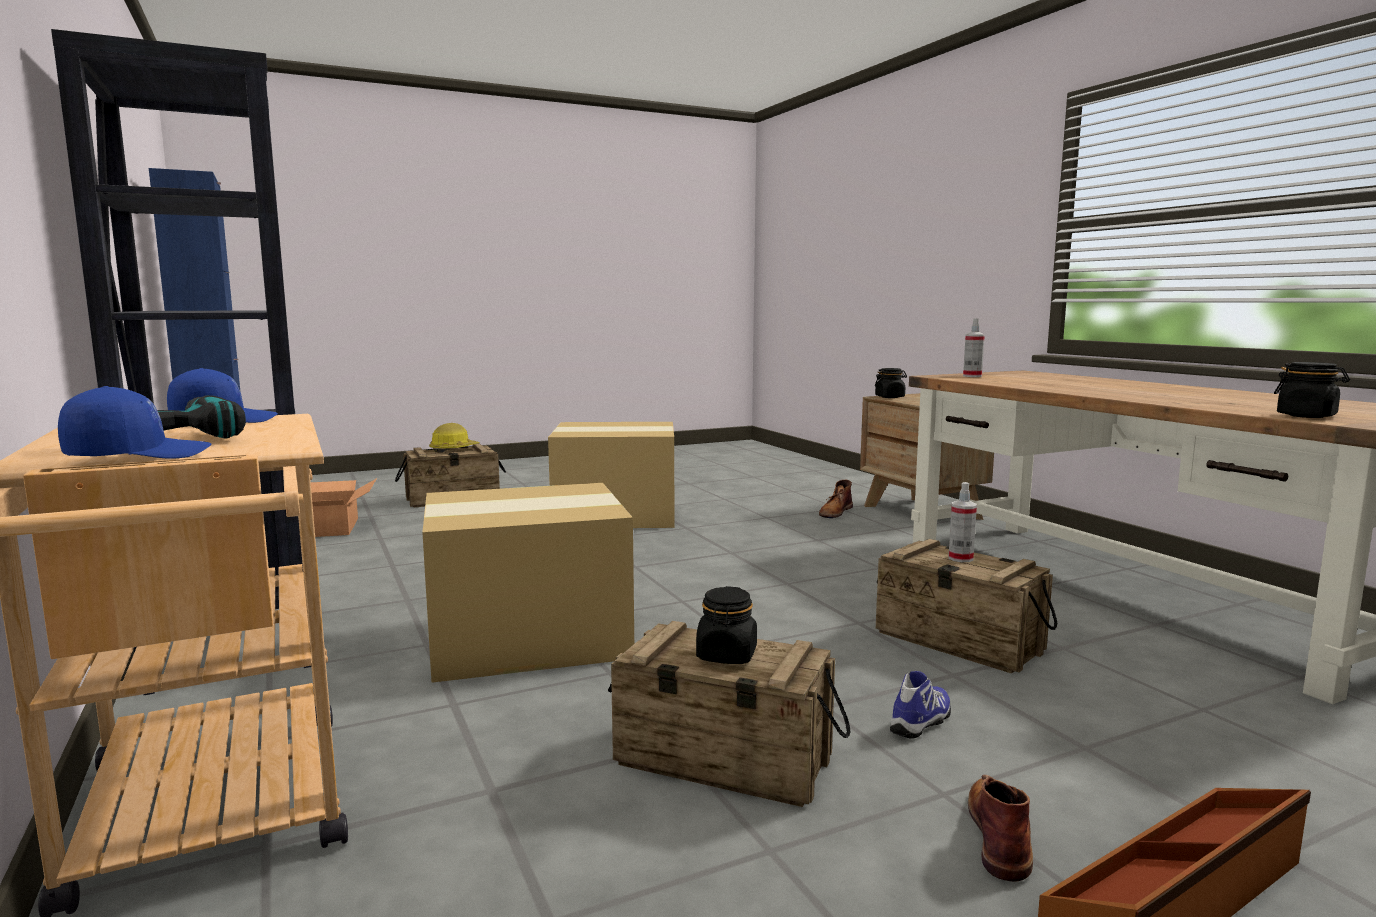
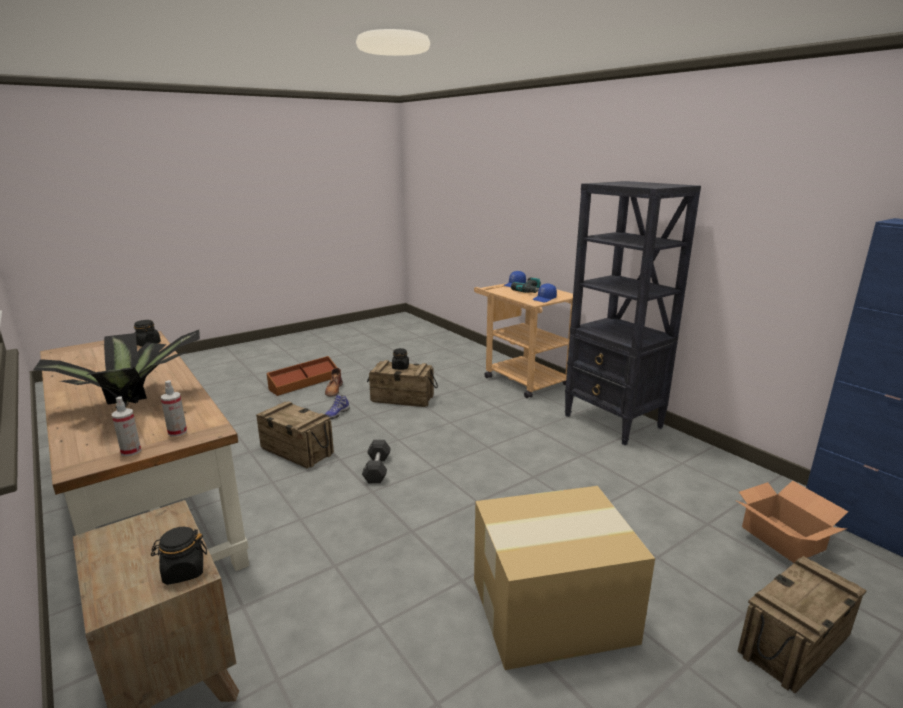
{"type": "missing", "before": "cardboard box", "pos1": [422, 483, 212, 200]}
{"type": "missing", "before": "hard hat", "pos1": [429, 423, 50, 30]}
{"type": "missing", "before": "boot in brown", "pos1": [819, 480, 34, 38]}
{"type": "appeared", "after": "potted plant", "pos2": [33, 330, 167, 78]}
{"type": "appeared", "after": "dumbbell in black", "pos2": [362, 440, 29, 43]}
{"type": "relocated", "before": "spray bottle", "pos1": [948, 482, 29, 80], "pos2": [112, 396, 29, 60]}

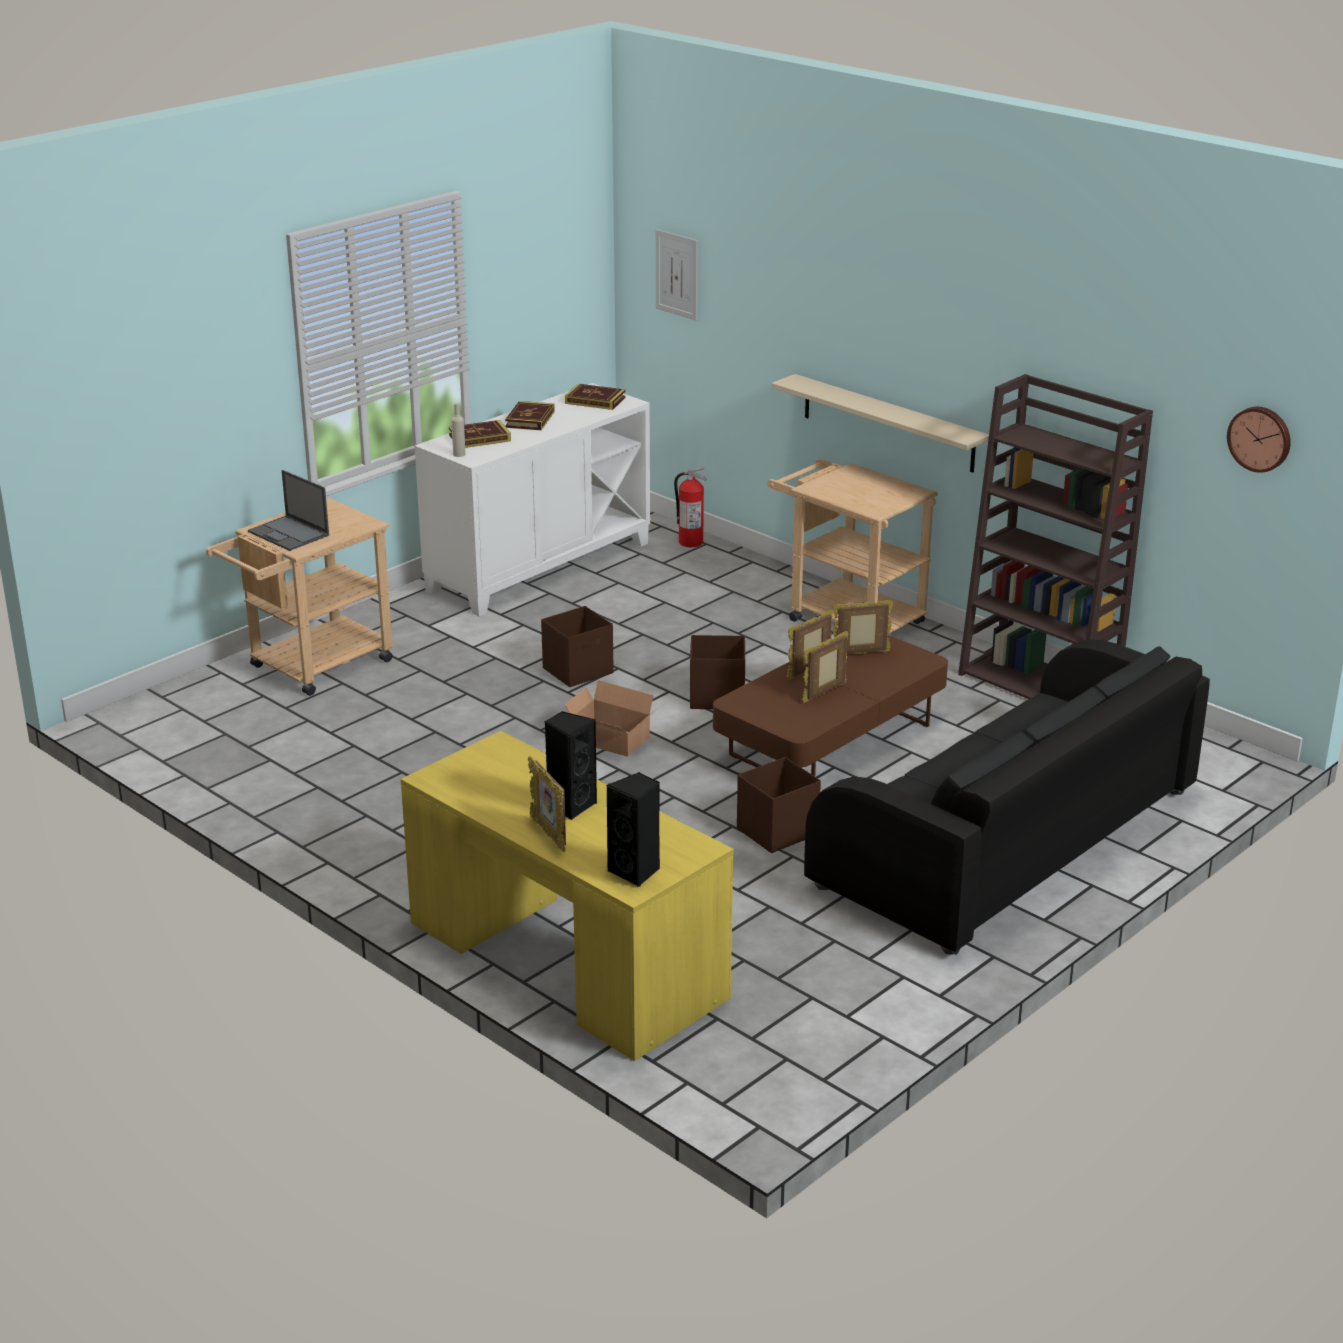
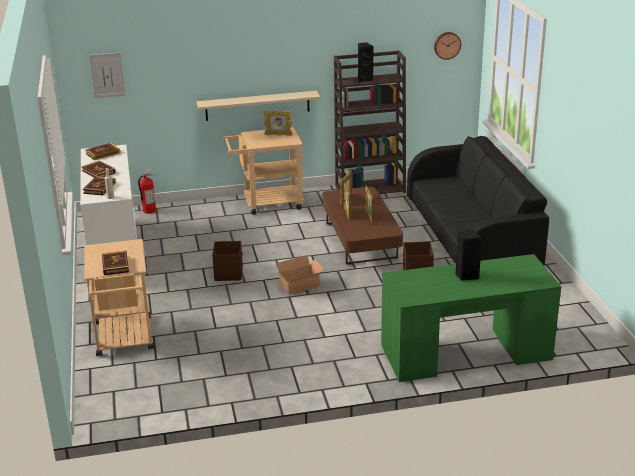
{"type": "missing", "before": "storage box in brown", "pos1": [690, 635, 55, 74]}
{"type": "relocated", "before": "picture frame", "pos1": [528, 756, 38, 96], "pos2": [263, 111, 29, 25]}
{"type": "relocated", "before": "speaker in black", "pos1": [606, 772, 54, 115], "pos2": [358, 42, 16, 40]}
{"type": "exchanged", "before": "laptop", "after": "book", "pos1": [248, 470, 81, 81], "pos2": [102, 251, 27, 24]}
{"type": "colour", "before": "desk in yellow", "after": "desk in green", "pos1": [400, 731, 334, 330], "pos2": [381, 254, 180, 128]}

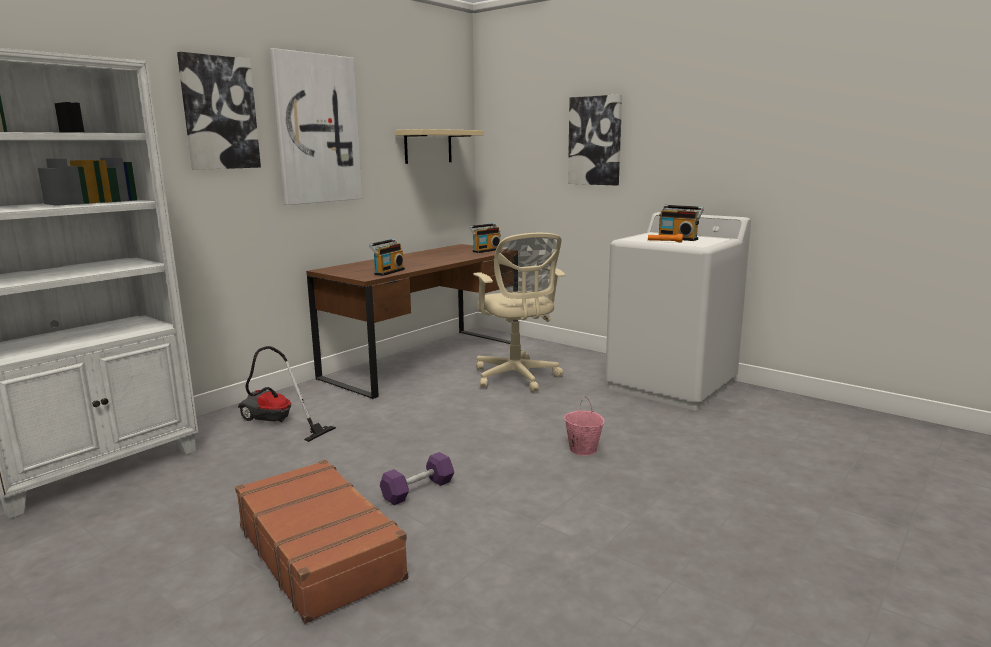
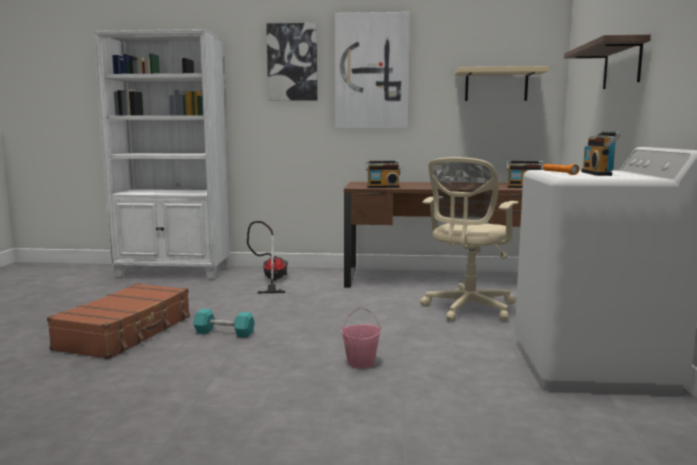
{"type": "exchanged", "before": "picture", "after": "shelf", "pos1": [568, 94, 54, 91], "pos2": [564, 35, 87, 54]}
{"type": "colour", "before": "dumbbell in purple", "after": "dumbbell in turquoise", "pos1": [380, 452, 74, 53], "pos2": [193, 309, 62, 29]}

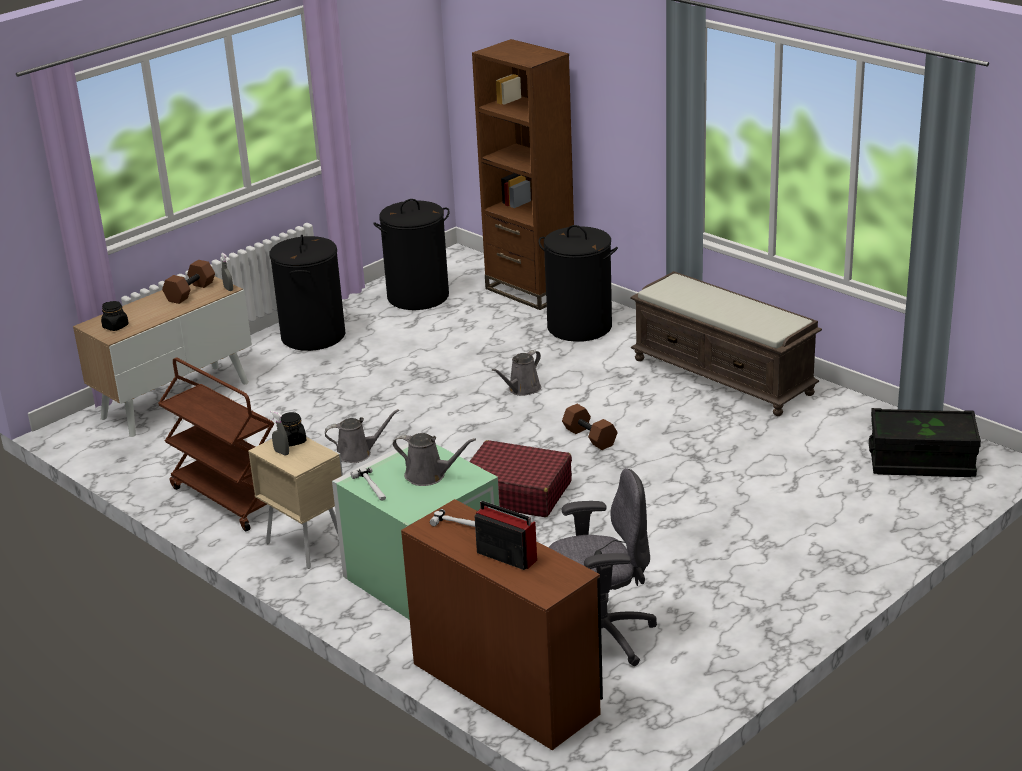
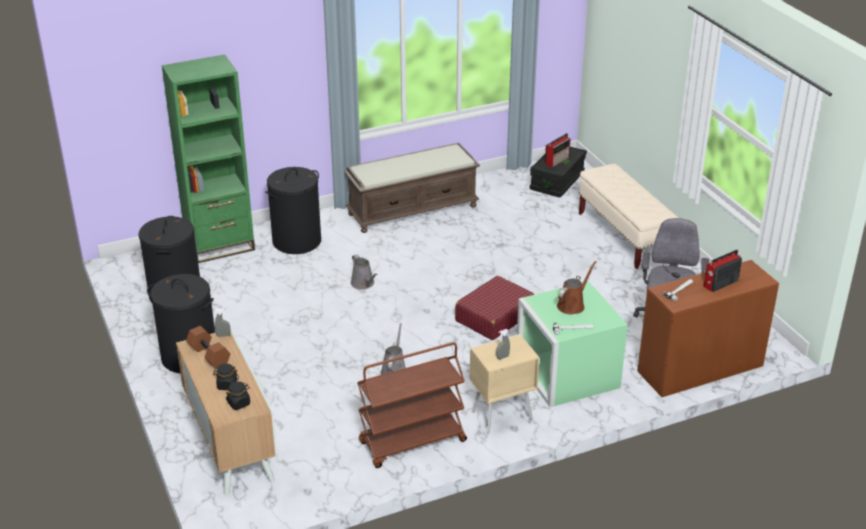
{"type": "missing", "before": "dumbbell in brown", "pos1": [562, 404, 56, 46]}
{"type": "appeared", "after": "radio", "pos2": [545, 133, 26, 34]}
{"type": "appeared", "after": "bench in beige", "pos2": [579, 164, 99, 105]}
{"type": "relocated", "before": "jar in black", "pos1": [281, 412, 26, 34], "pos2": [213, 363, 26, 27]}
{"type": "colour", "before": "watering can in grey", "after": "watering can in brown", "pos1": [393, 433, 83, 53], "pos2": [557, 261, 39, 53]}
{"type": "colour", "before": "bookcase in brown", "after": "bookcase in green", "pos1": [472, 39, 102, 271], "pos2": [162, 55, 93, 208]}

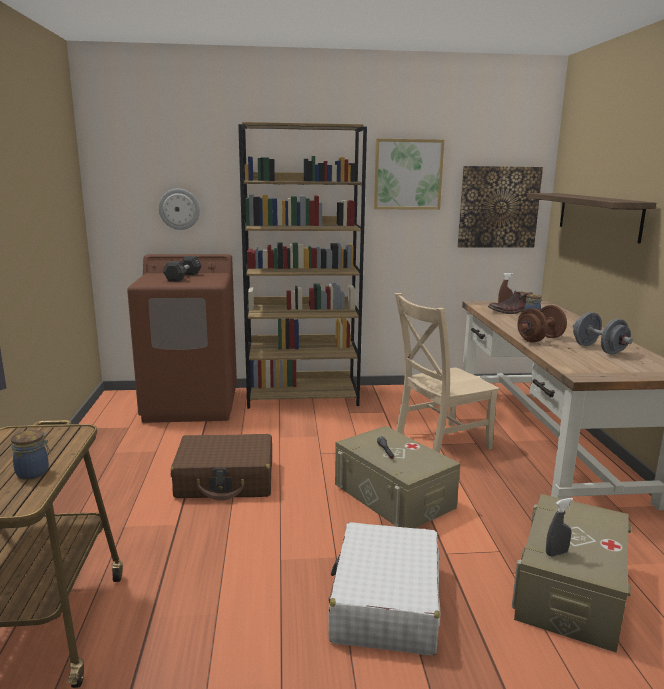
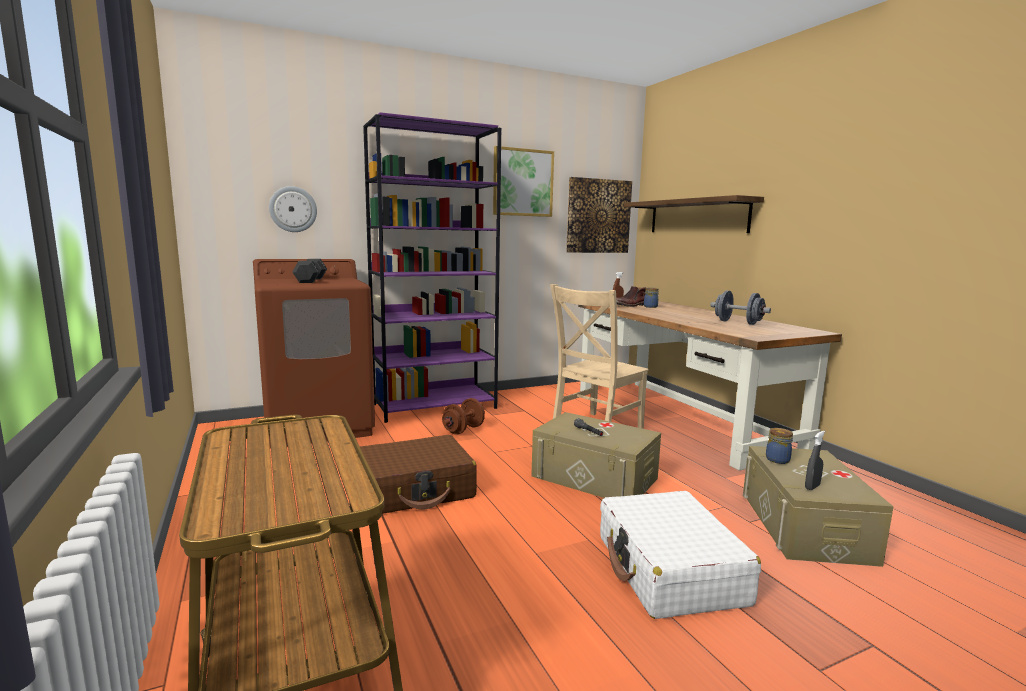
{"type": "relocated", "before": "jar", "pos1": [11, 430, 39, 50], "pos2": [766, 428, 27, 36]}
{"type": "relocated", "before": "dumbbell in brown", "pos1": [517, 305, 50, 37], "pos2": [442, 398, 43, 37]}
{"type": "colour", "before": "bookcase in brown", "after": "bookcase in purple", "pos1": [238, 122, 129, 287], "pos2": [363, 112, 138, 311]}

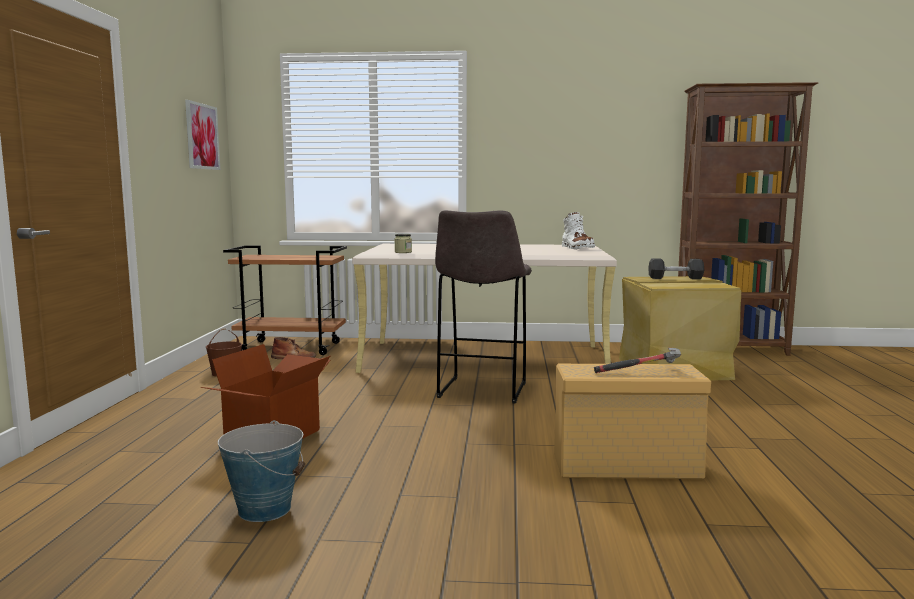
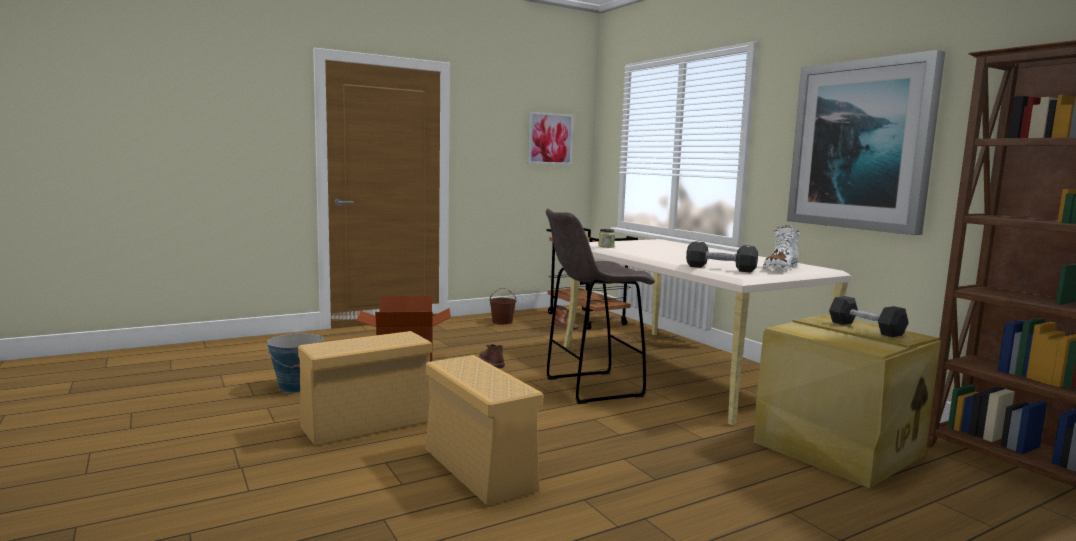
{"type": "missing", "before": "hammer", "pos1": [594, 348, 87, 25]}
{"type": "appeared", "after": "storage box in beige", "pos2": [298, 331, 134, 115]}
{"type": "appeared", "after": "boot in brown", "pos2": [479, 344, 26, 25]}
{"type": "appeared", "after": "dumbbell in black", "pos2": [686, 241, 72, 32]}
{"type": "appeared", "after": "picture", "pos2": [787, 50, 158, 185]}

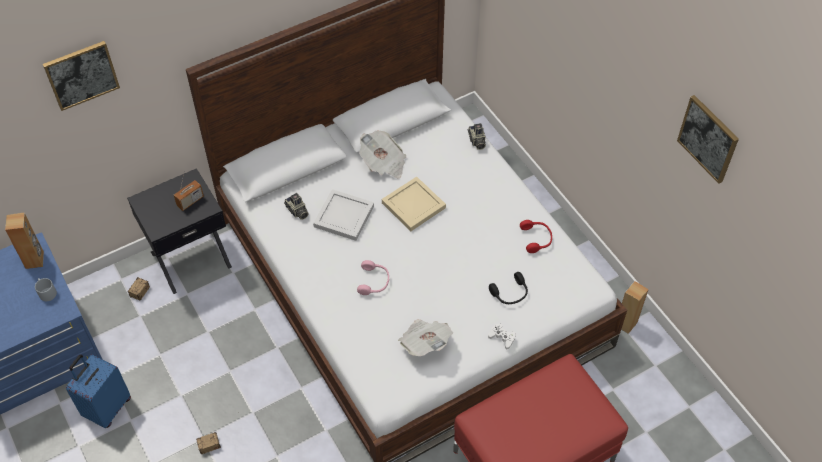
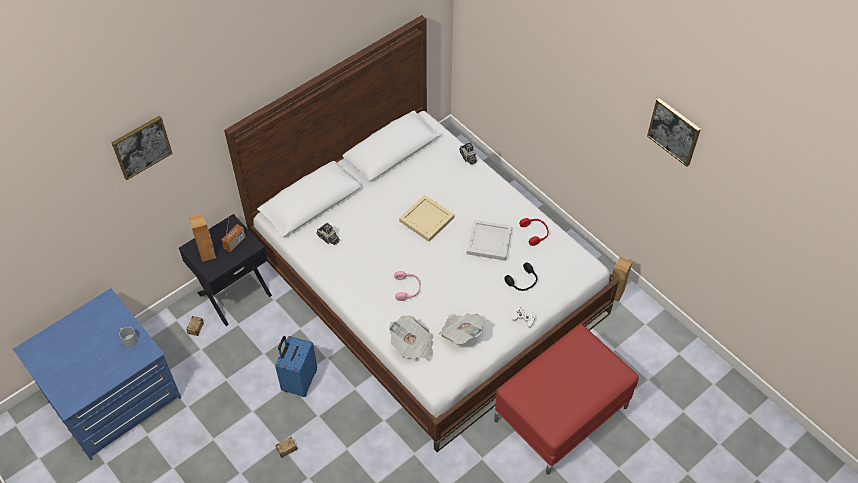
{"type": "relocated", "before": "speaker in brown", "pos1": [5, 212, 39, 57], "pos2": [189, 213, 27, 49]}
{"type": "relocated", "before": "suitcase in blue", "pos1": [66, 354, 65, 74], "pos2": [275, 336, 42, 61]}
{"type": "relocated", "before": "tray in white", "pos1": [313, 189, 61, 52], "pos2": [467, 220, 45, 41]}
{"type": "relocated", "before": "newspaper", "pos1": [359, 131, 48, 47], "pos2": [389, 316, 44, 44]}

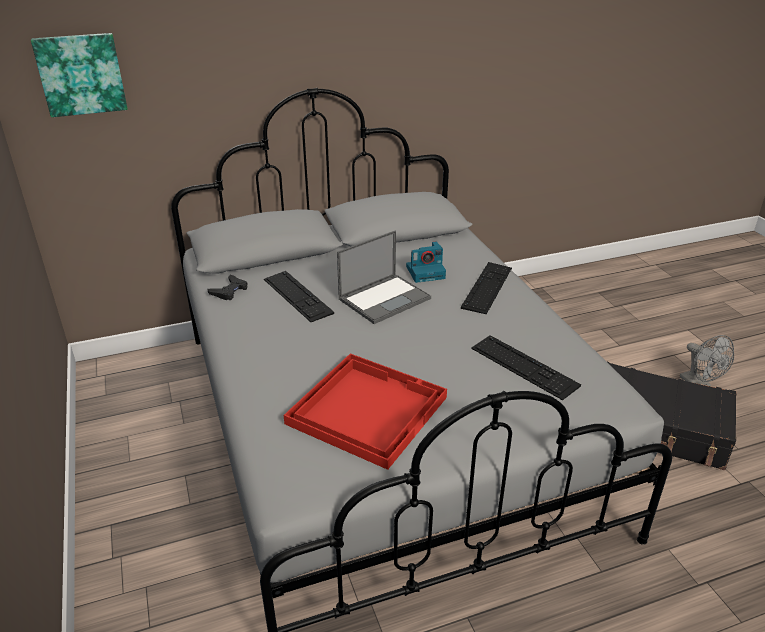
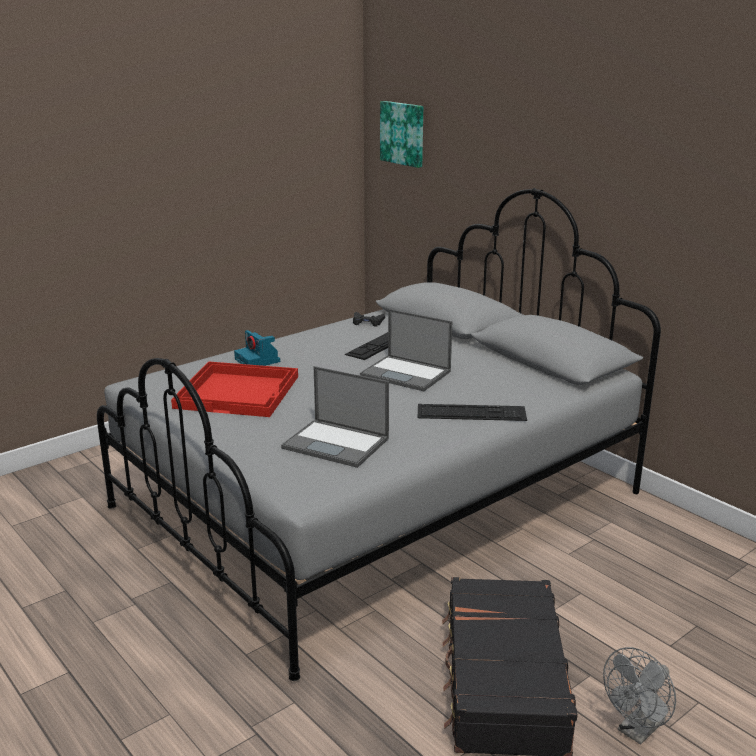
{"type": "relocated", "before": "photo camera", "pos1": [406, 242, 40, 41], "pos2": [234, 330, 46, 36]}
{"type": "exchanged", "before": "keyboard", "after": "laptop", "pos1": [471, 335, 110, 65], "pos2": [281, 366, 108, 102]}

